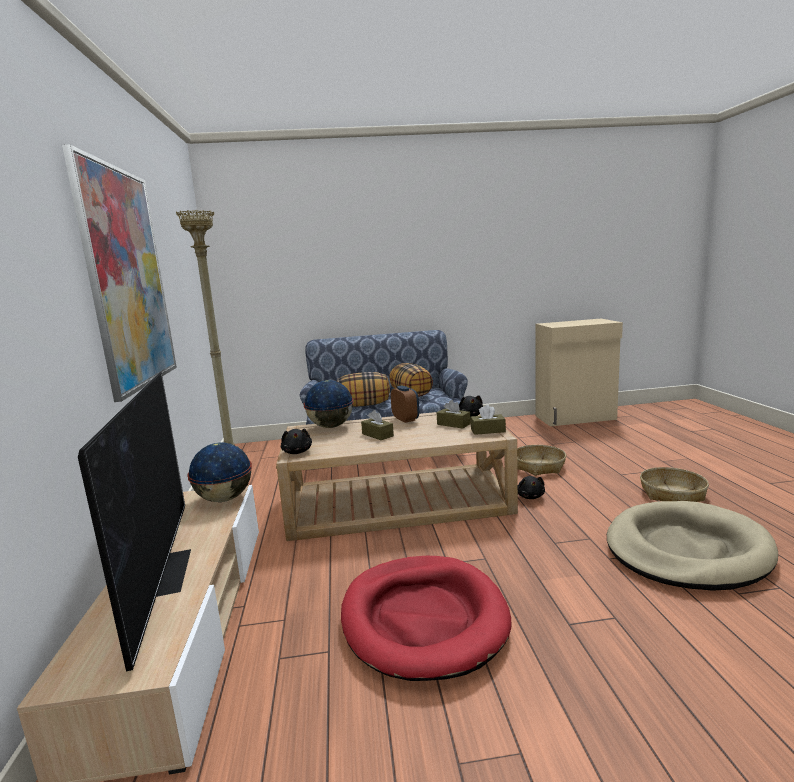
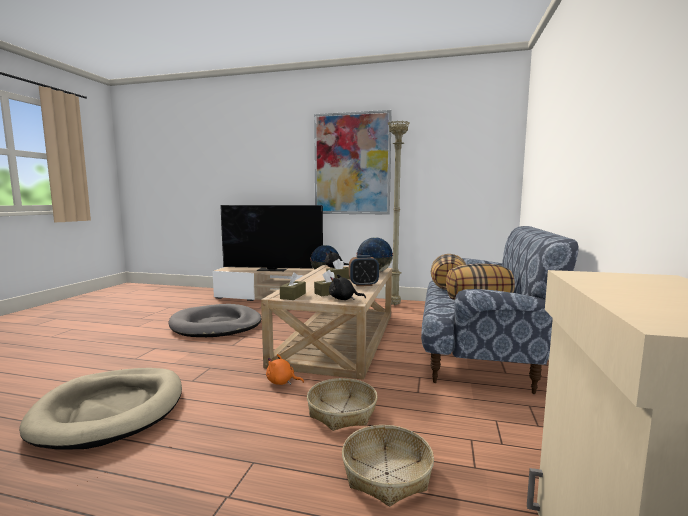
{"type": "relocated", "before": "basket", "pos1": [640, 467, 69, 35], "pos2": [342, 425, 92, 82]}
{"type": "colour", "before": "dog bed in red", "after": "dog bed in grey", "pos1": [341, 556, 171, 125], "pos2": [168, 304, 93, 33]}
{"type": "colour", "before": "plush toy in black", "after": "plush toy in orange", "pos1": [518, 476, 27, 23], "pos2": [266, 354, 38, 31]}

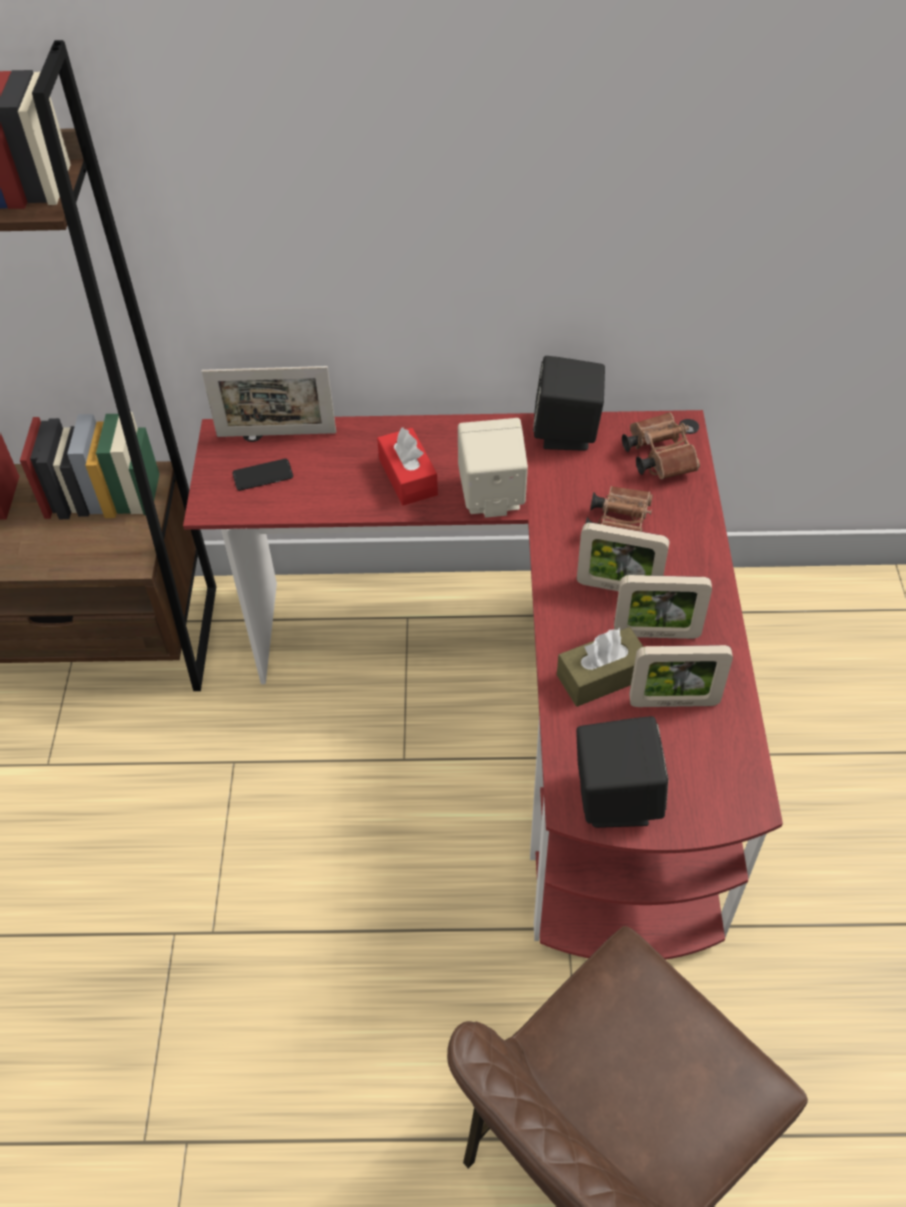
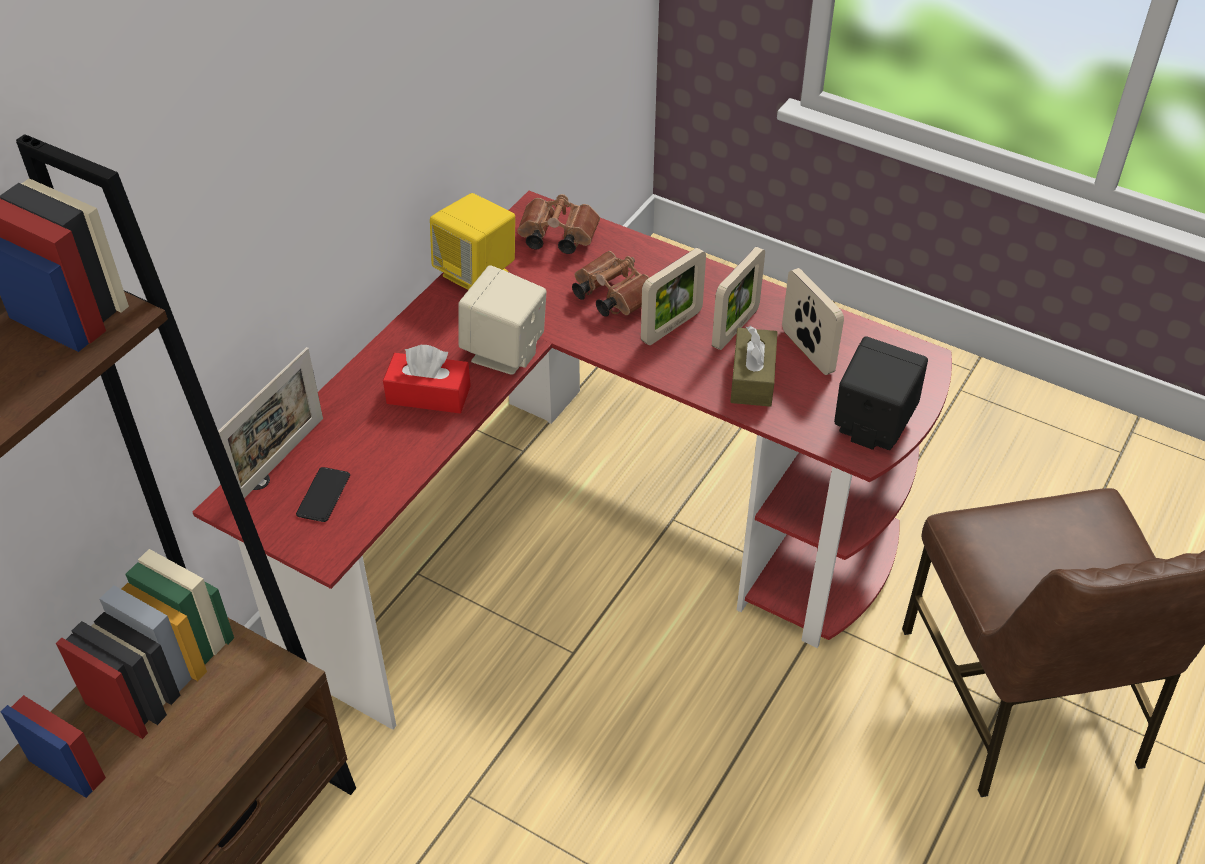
{"type": "colour", "before": "speaker in black", "after": "speaker in yellow", "pos1": [533, 356, 72, 95], "pos2": [430, 193, 85, 97]}
{"type": "spun", "before": "picture frame", "pos1": [629, 645, 104, 62], "pos2": [782, 268, 62, 107], "turn": -60}

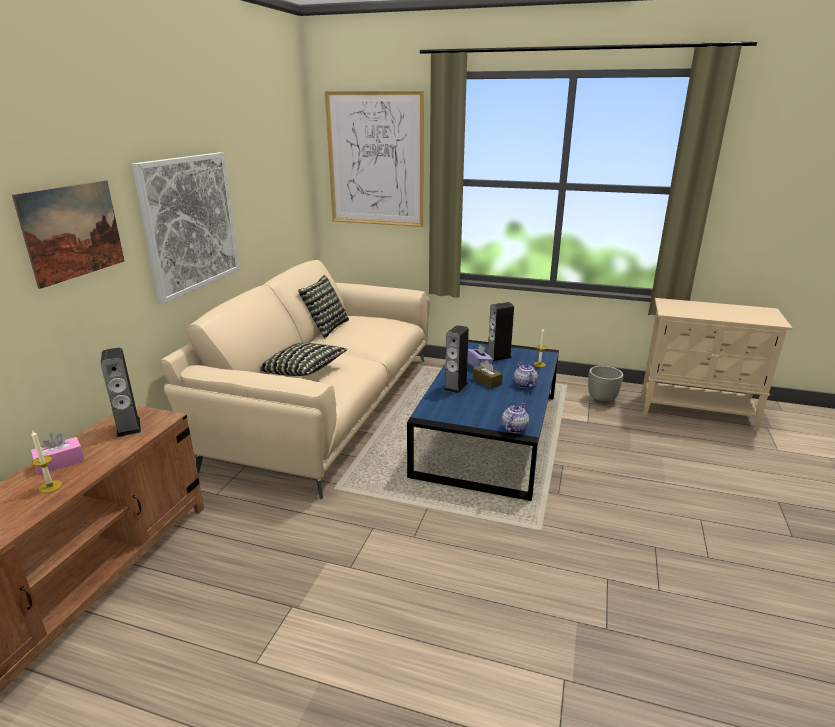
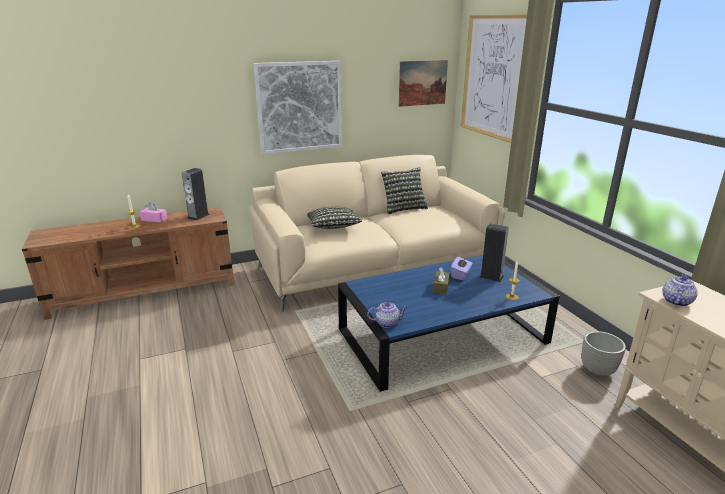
{"type": "missing", "before": "speaker", "pos1": [444, 325, 25, 69]}
{"type": "relocated", "before": "picture", "pos1": [12, 180, 112, 109], "pos2": [399, 60, 49, 47]}
{"type": "relocated", "before": "teapot", "pos1": [514, 362, 24, 26], "pos2": [662, 274, 36, 33]}

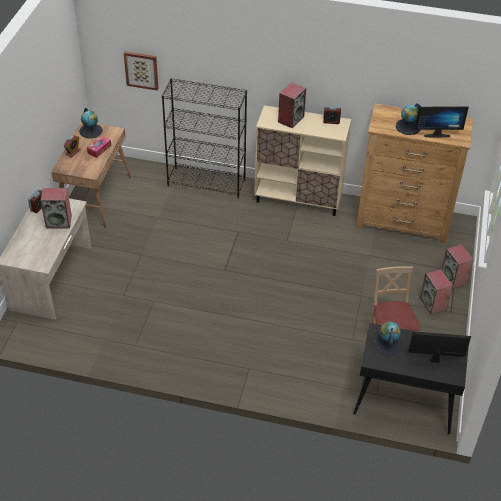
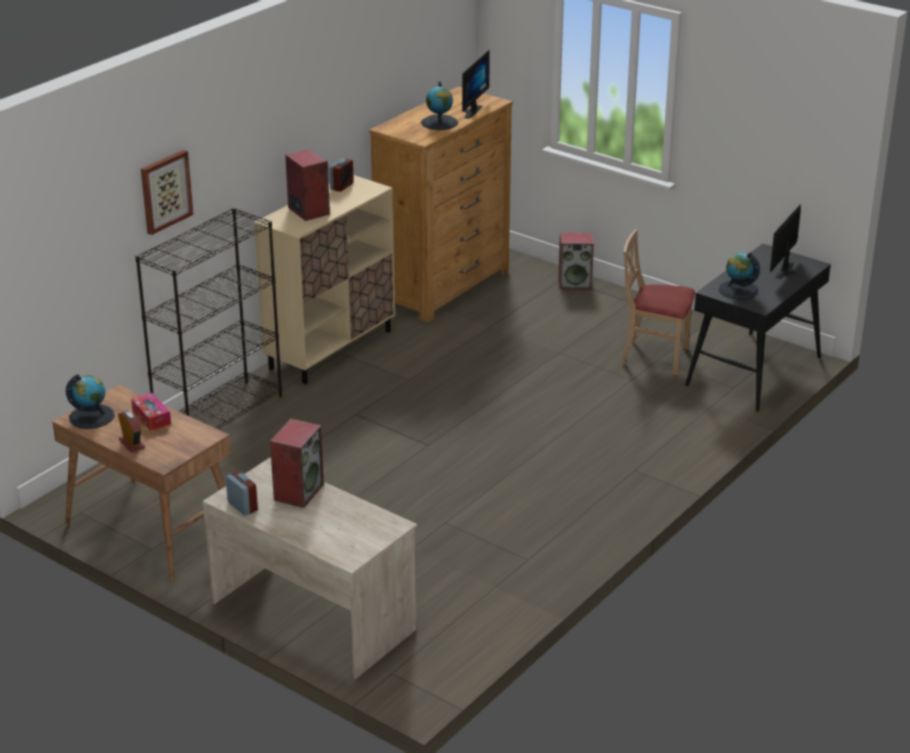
{"type": "missing", "before": "speaker", "pos1": [420, 269, 33, 46]}
{"type": "relocated", "before": "picture", "pos1": [124, 51, 35, 40], "pos2": [141, 150, 52, 85]}

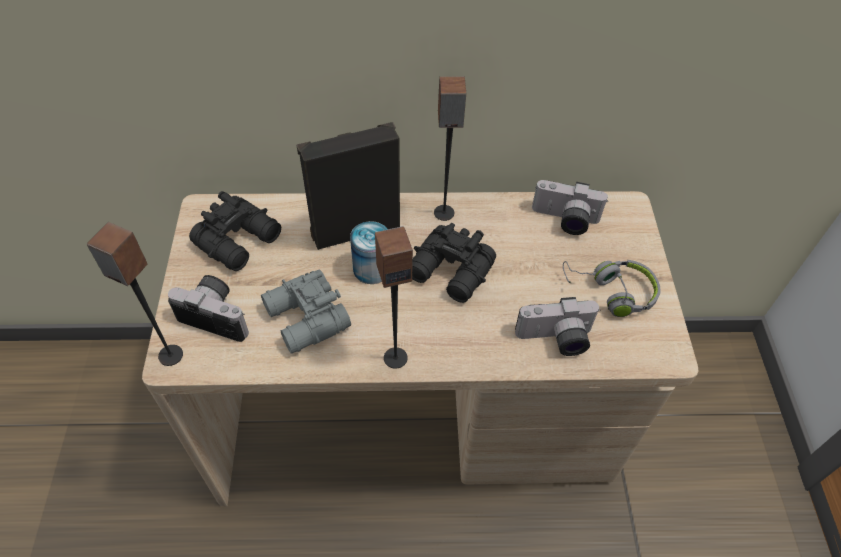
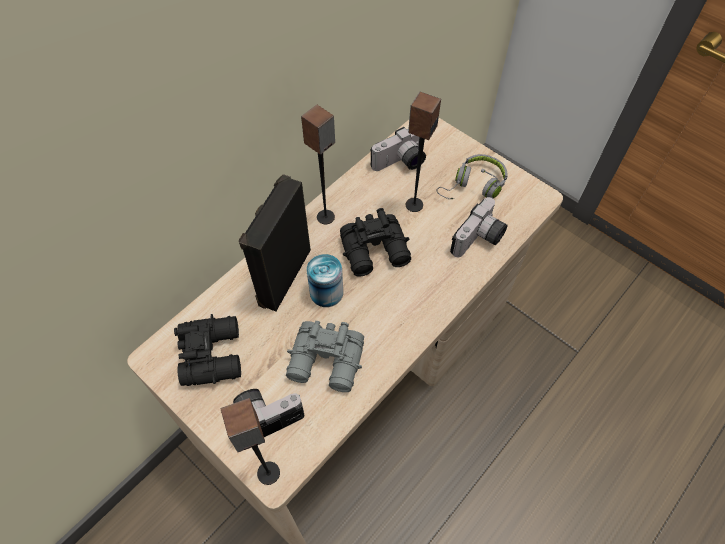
{"type": "relocated", "before": "speaker", "pos1": [375, 226, 38, 143], "pos2": [406, 92, 35, 120]}

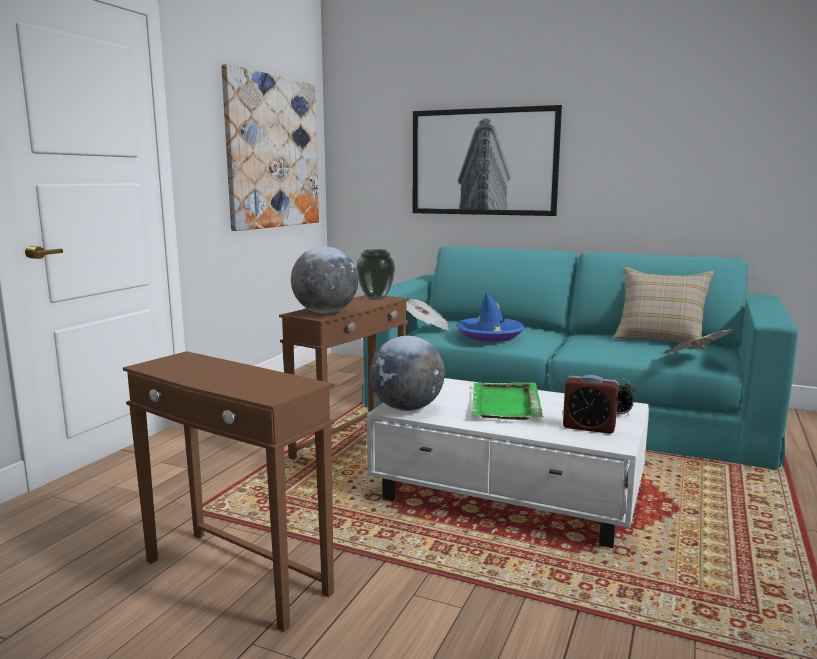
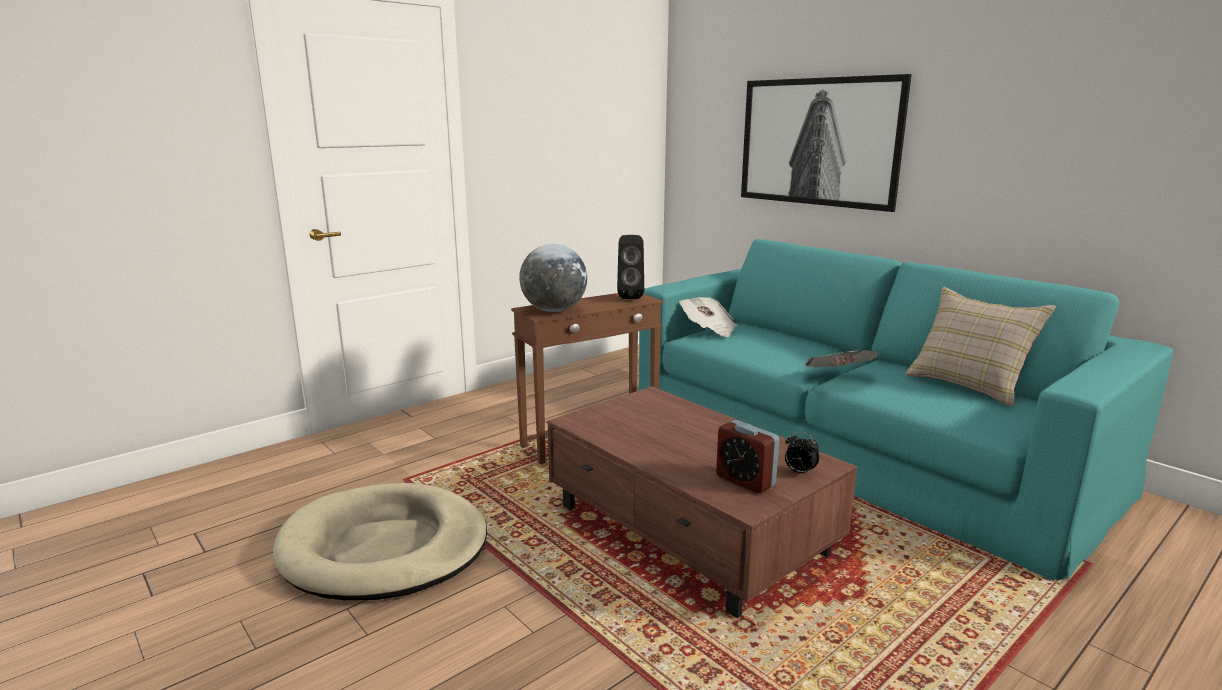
{"type": "missing", "before": "picture", "pos1": [221, 64, 98, 167]}
{"type": "missing", "before": "globe", "pos1": [370, 336, 75, 75]}
{"type": "missing", "before": "hat in blue", "pos1": [456, 293, 69, 49]}
{"type": "missing", "before": "tray in green", "pos1": [471, 382, 73, 38]}
{"type": "relocated", "before": "newspaper", "pos1": [660, 329, 74, 25], "pos2": [805, 350, 74, 17]}
{"type": "exchanged", "before": "side table in brown", "after": "dog bed in beige", "pos1": [123, 351, 211, 281], "pos2": [273, 483, 214, 117]}
{"type": "exchanged", "before": "vase", "after": "speaker in black", "pos1": [356, 249, 39, 51], "pos2": [617, 235, 27, 64]}
{"type": "colour", "before": "coffee table in white", "after": "coffee table in brown", "pos1": [367, 378, 283, 170], "pos2": [548, 386, 309, 232]}

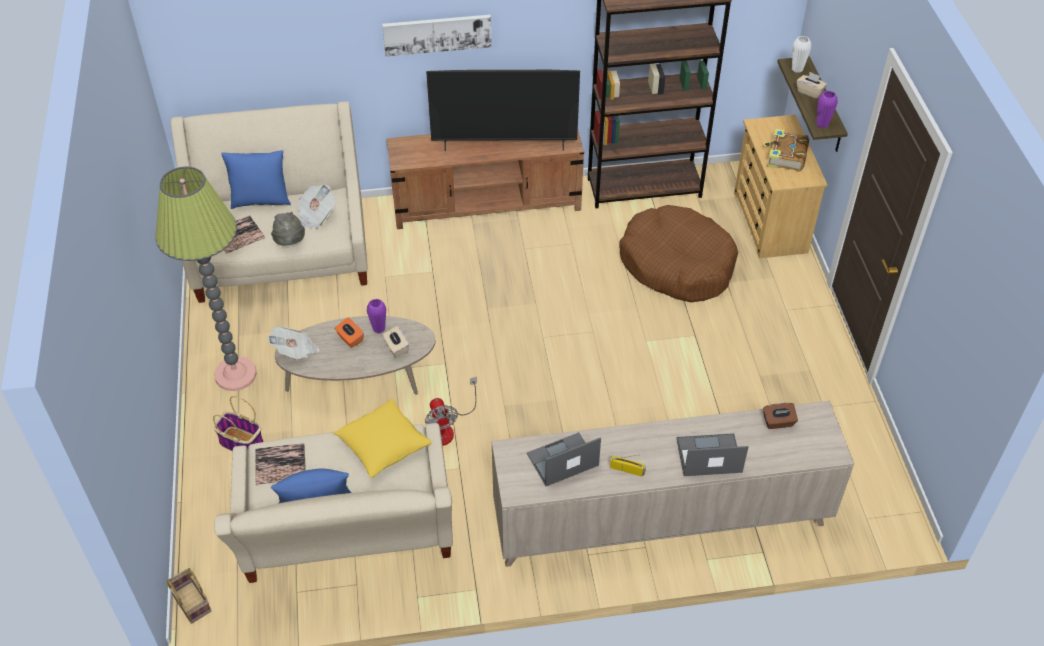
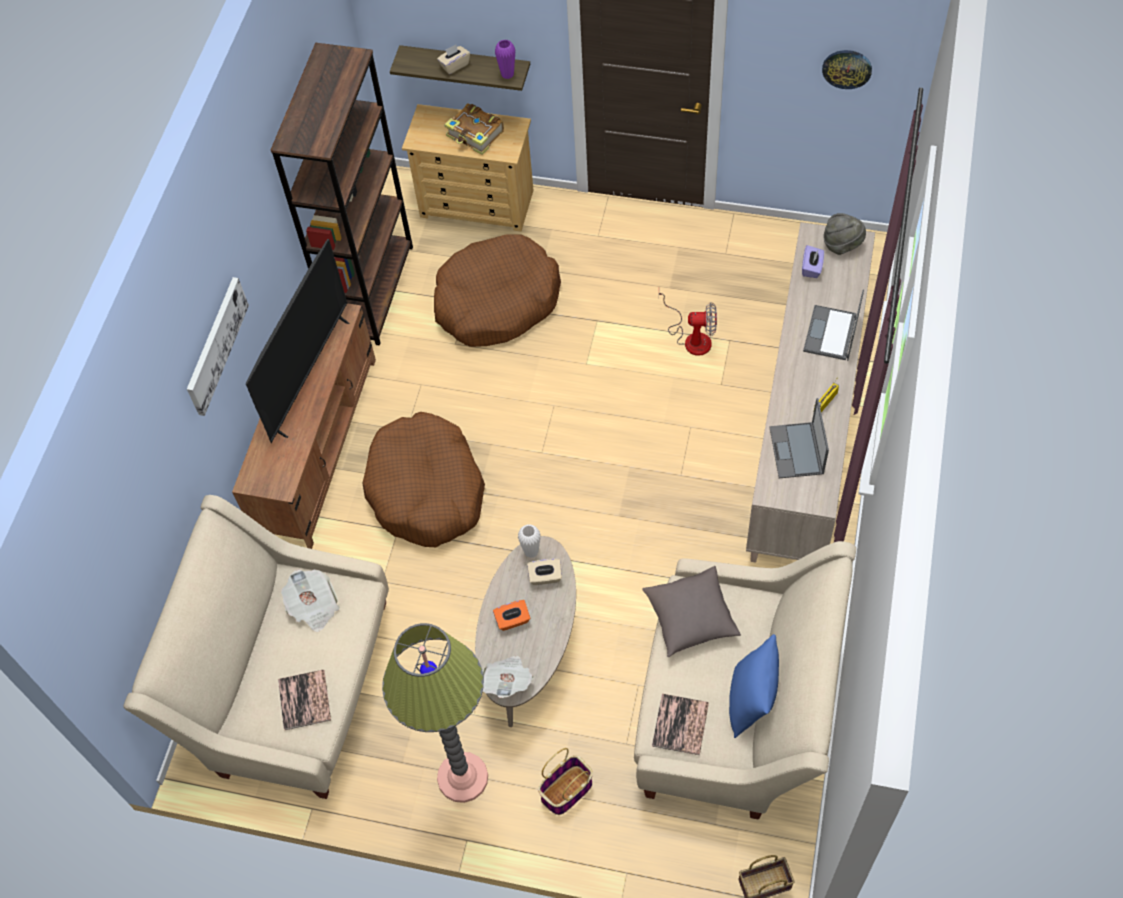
{"type": "missing", "before": "pillow in blue", "pos1": [221, 150, 70, 59]}
{"type": "missing", "before": "vase in purple", "pos1": [367, 299, 19, 34]}
{"type": "appeared", "after": "dog bed in brown", "pos2": [362, 412, 123, 135]}
{"type": "appeared", "after": "wall clock", "pos2": [822, 50, 50, 39]}
{"type": "relocated", "before": "hat in grey", "pos1": [271, 212, 34, 33], "pos2": [823, 213, 43, 42]}
{"type": "relocated", "before": "fan", "pos1": [425, 377, 52, 69], "pos2": [659, 293, 58, 63]}
{"type": "relocated", "before": "vase in white", "pos1": [792, 36, 20, 37], "pos2": [518, 524, 23, 34]}
{"type": "colour", "before": "pillow in yellow", "after": "pillow in grey", "pos1": [333, 398, 99, 80], "pos2": [642, 566, 99, 91]}
{"type": "colour", "before": "tissue box in brown", "after": "tissue box in purple", "pos1": [763, 403, 35, 26], "pos2": [802, 245, 22, 33]}

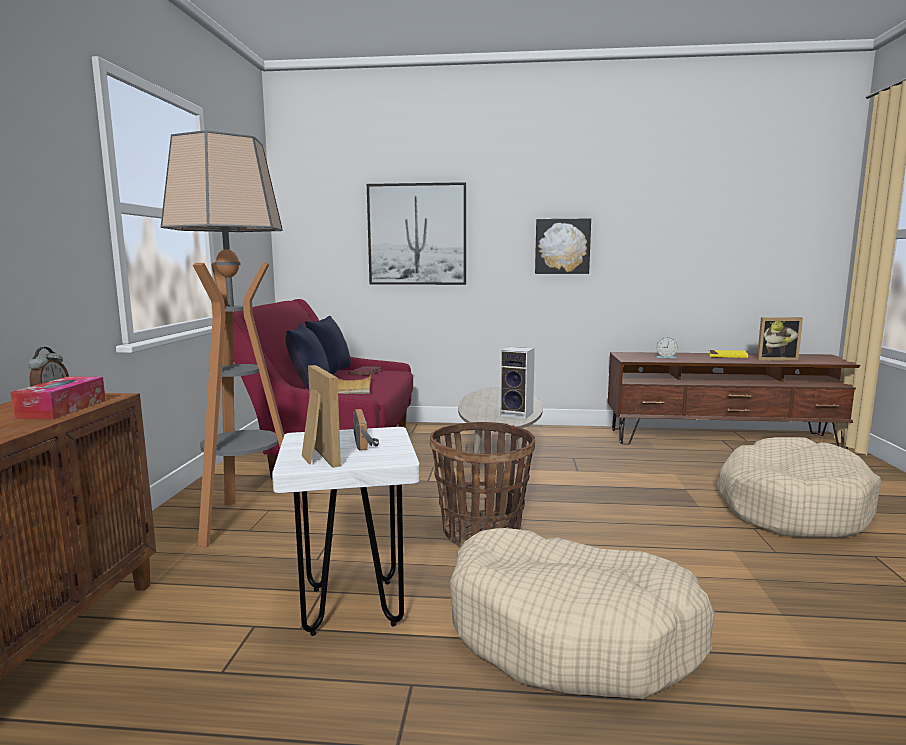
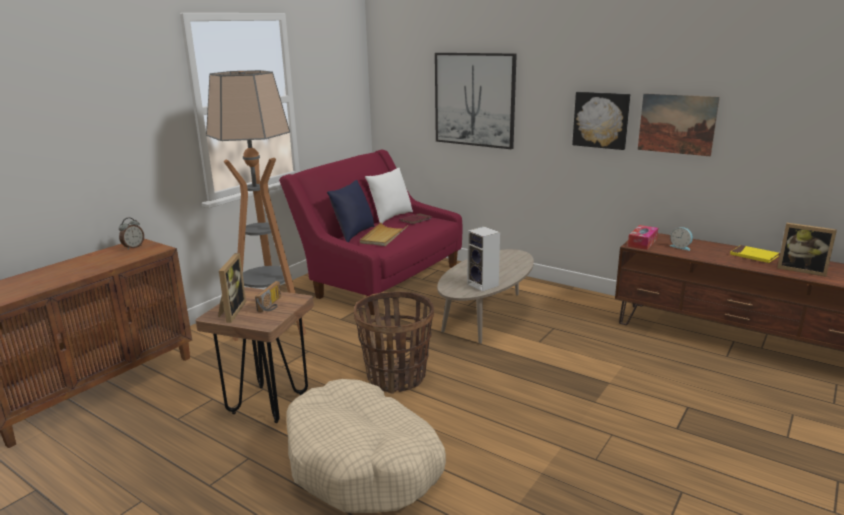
{"type": "missing", "before": "dog bed in beige", "pos1": [717, 437, 164, 101]}
{"type": "appeared", "after": "picture", "pos2": [638, 93, 82, 64]}
{"type": "relocated", "before": "tissue box", "pos1": [10, 377, 96, 42], "pos2": [628, 225, 30, 25]}
{"type": "colour", "before": "stool in white", "after": "stool in brown", "pos1": [272, 427, 148, 209], "pos2": [195, 287, 119, 136]}
{"type": "colour", "before": "pillow in blue", "after": "pillow in white", "pos1": [305, 316, 46, 59], "pos2": [365, 168, 48, 56]}

